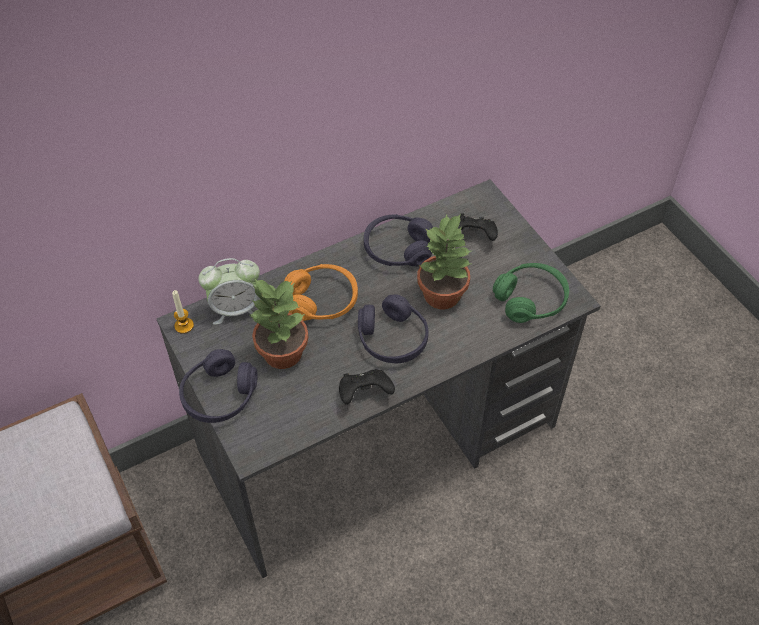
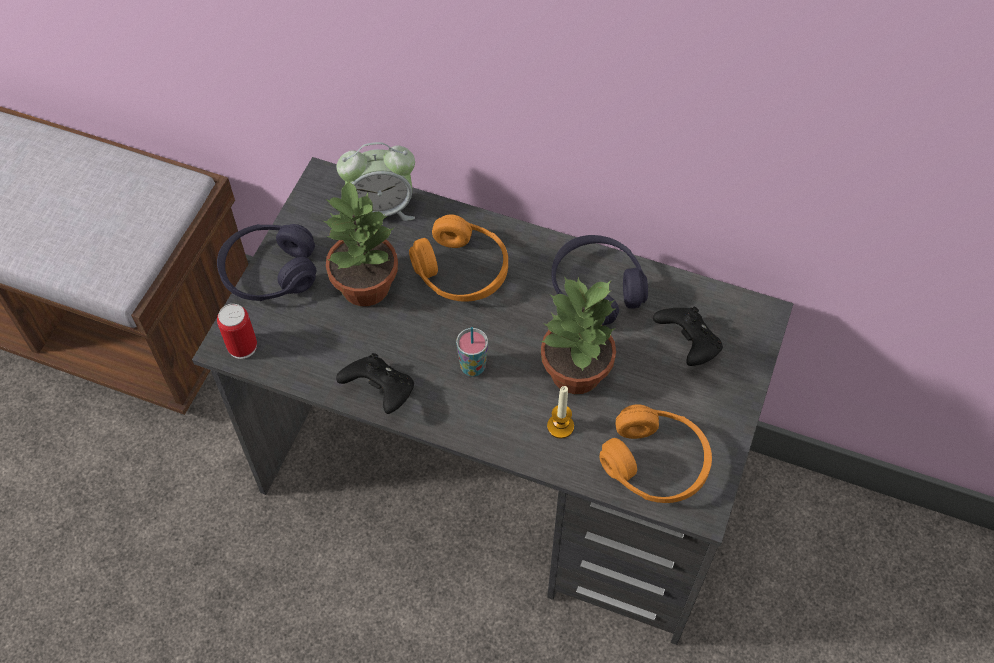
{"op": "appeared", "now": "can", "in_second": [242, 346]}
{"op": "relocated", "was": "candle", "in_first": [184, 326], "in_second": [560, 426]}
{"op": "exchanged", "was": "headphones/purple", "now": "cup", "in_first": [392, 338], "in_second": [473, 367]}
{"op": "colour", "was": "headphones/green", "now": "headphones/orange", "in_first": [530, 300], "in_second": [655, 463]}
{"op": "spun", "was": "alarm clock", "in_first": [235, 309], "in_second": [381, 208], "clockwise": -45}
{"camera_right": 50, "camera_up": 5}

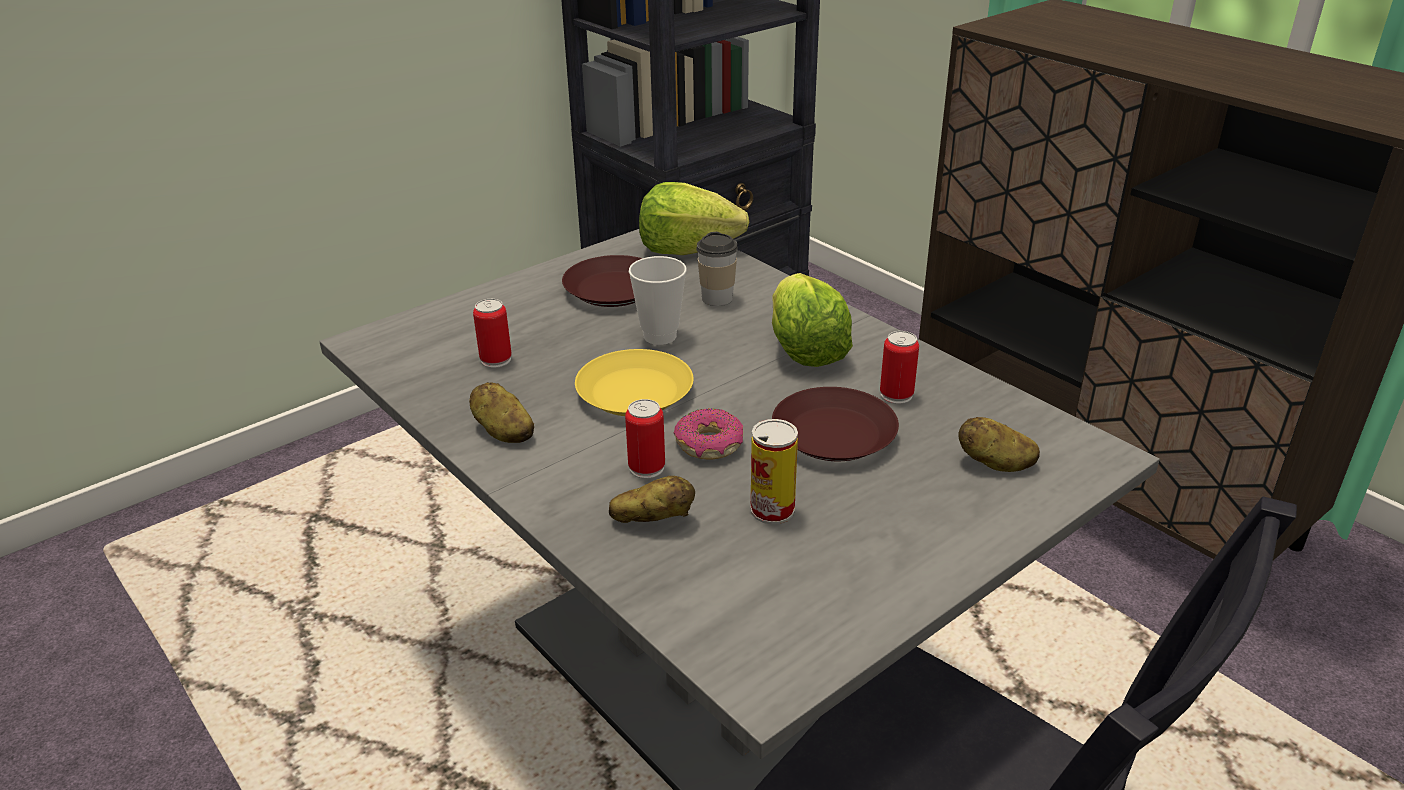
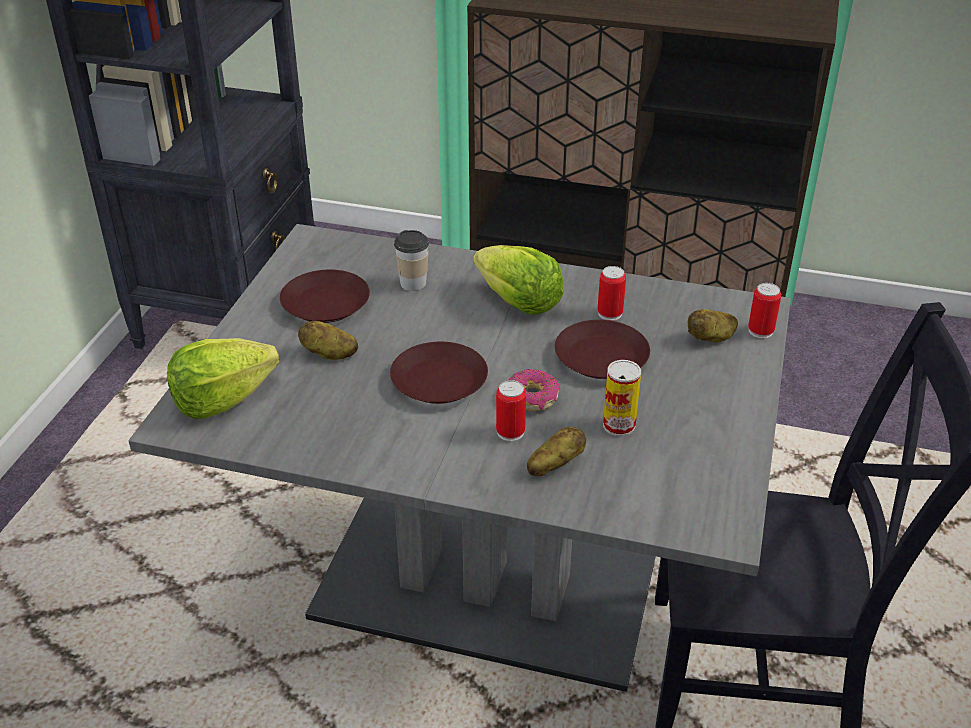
{"op": "missing", "was": "cup", "in_first": [660, 336]}
{"op": "relocated", "was": "potato", "in_first": [503, 431], "in_second": [329, 354]}
{"op": "relocated", "was": "can", "in_first": [496, 360], "in_second": [760, 331]}
{"op": "relocated", "was": "lettuce", "in_first": [687, 249], "in_second": [222, 400]}
{"op": "colour", "was": "plate/yellow", "now": "plate/brown", "in_first": [636, 393], "in_second": [440, 381]}
{"camera_right": -35, "camera_up": 5}

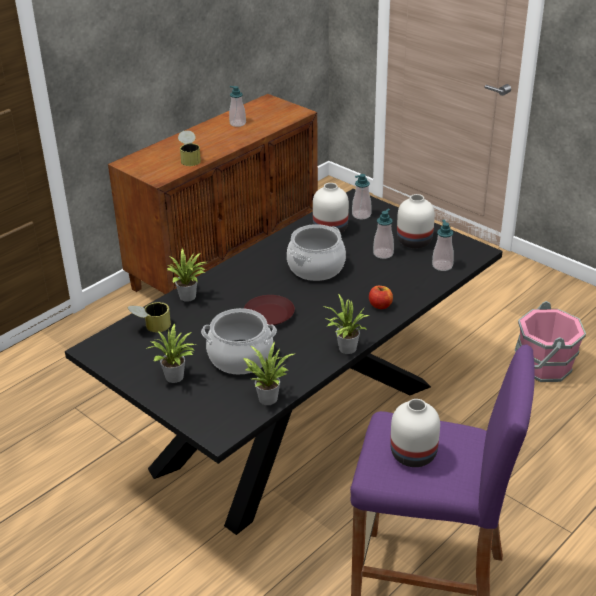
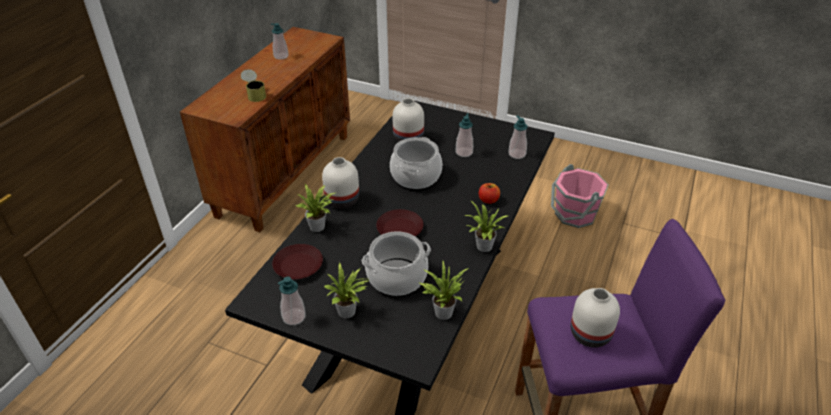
{"op": "relocated", "was": "soap dispenser", "in_first": [361, 215], "in_second": [294, 317]}
{"op": "relocated", "was": "vase/white", "in_first": [414, 241], "in_second": [342, 200]}
{"op": "exchanged", "was": "can", "now": "plate/brown", "in_first": [151, 327], "in_second": [298, 265]}
{"camera_right": -20, "camera_up": 5}

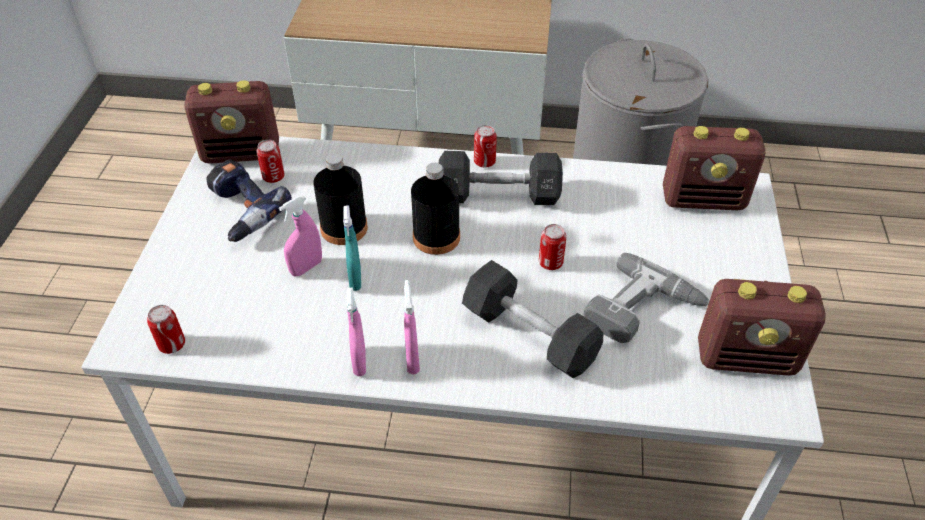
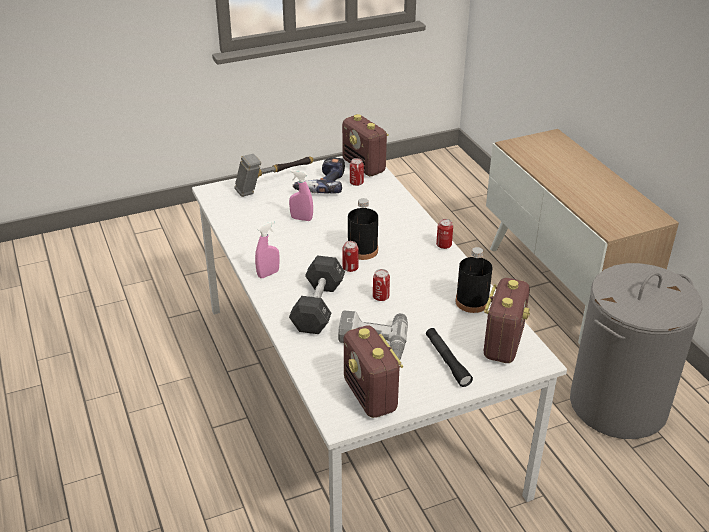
{"op": "missing", "was": "spray bottle/turquoise", "in_first": [355, 279]}
{"op": "missing", "was": "spray bottle/pink", "in_first": [359, 362]}
{"op": "missing", "was": "dumbbell/black", "in_first": [499, 195]}
{"op": "appeared", "now": "hammer", "in_second": [274, 184]}
{"op": "appeared", "now": "flashlight/black", "in_second": [447, 361]}
{"op": "relocated", "was": "can", "in_first": [172, 344], "in_second": [350, 268]}
{"op": "relocated", "was": "bottle/black", "in_first": [344, 228], "in_second": [472, 302]}
{"op": "spun", "was": "radio", "in_first": [704, 200], "in_second": [503, 344], "clockwise": -135}
{"camera_right": 60, "camera_up": -10}

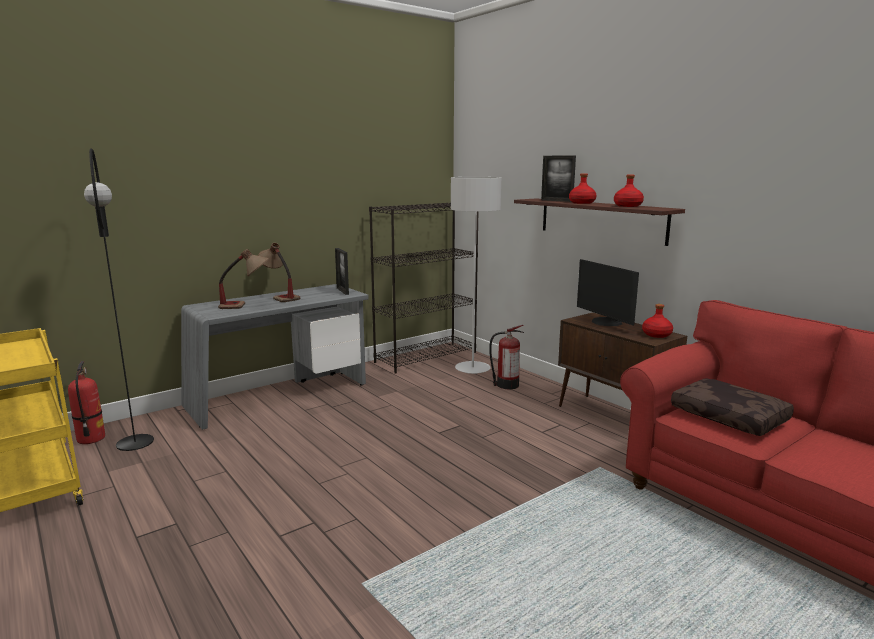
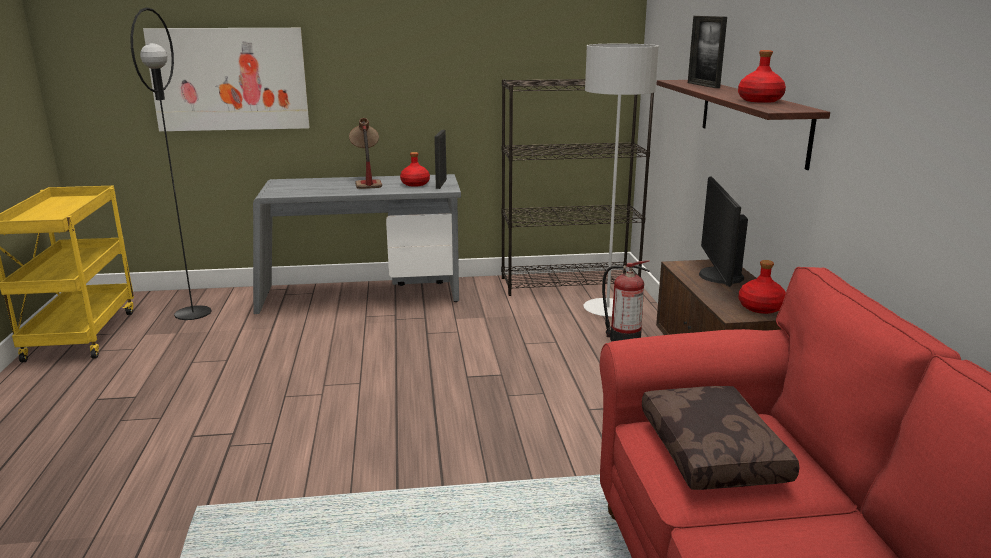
{"op": "missing", "was": "fire extinguisher", "in_first": [91, 439]}
{"op": "missing", "was": "table lamp", "in_first": [246, 305]}
{"op": "appeared", "now": "picture", "in_second": [230, 79]}
{"op": "relocated", "was": "bottle/red", "in_first": [582, 203], "in_second": [415, 184]}
{"camera_right": 30, "camera_up": 5}

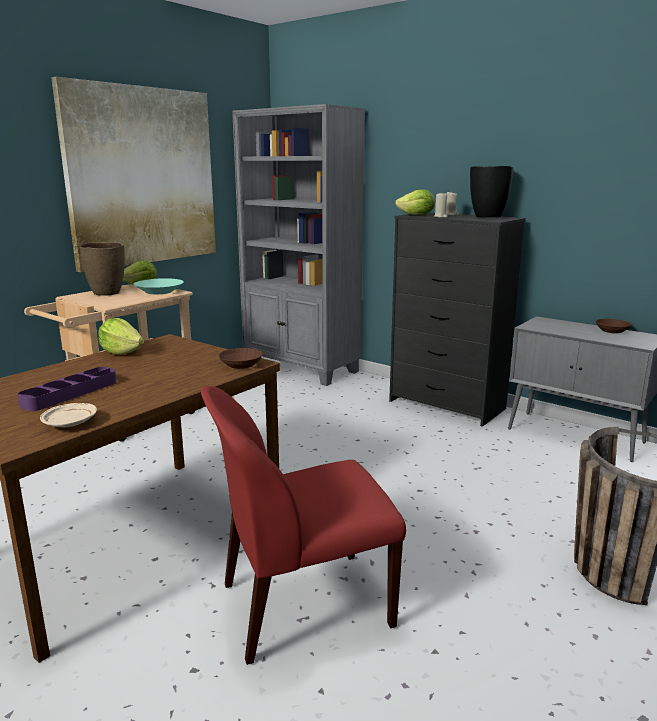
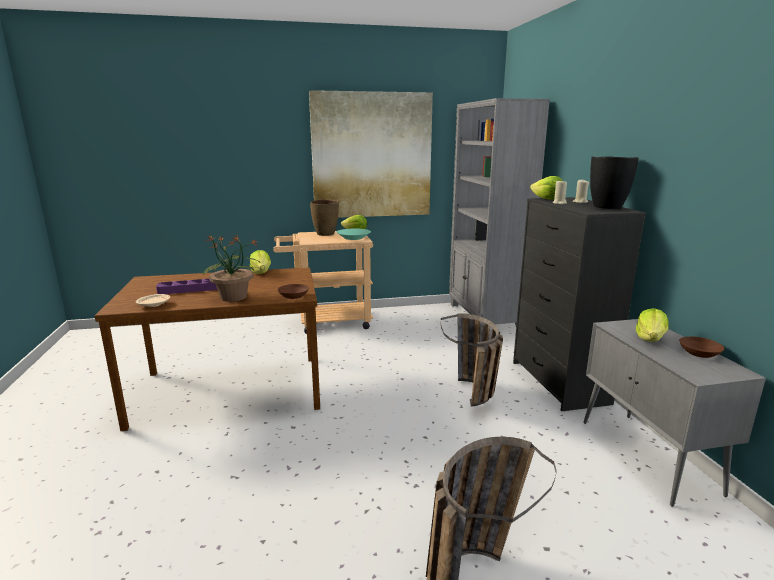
{"op": "missing", "was": "chair/red", "in_first": [301, 605]}
{"op": "appeared", "now": "potted plant", "in_second": [234, 297]}
{"op": "appeared", "now": "basket", "in_second": [475, 398]}
{"op": "appeared", "now": "lettuce", "in_second": [650, 339]}
{"camera_right": 40, "camera_up": 0}

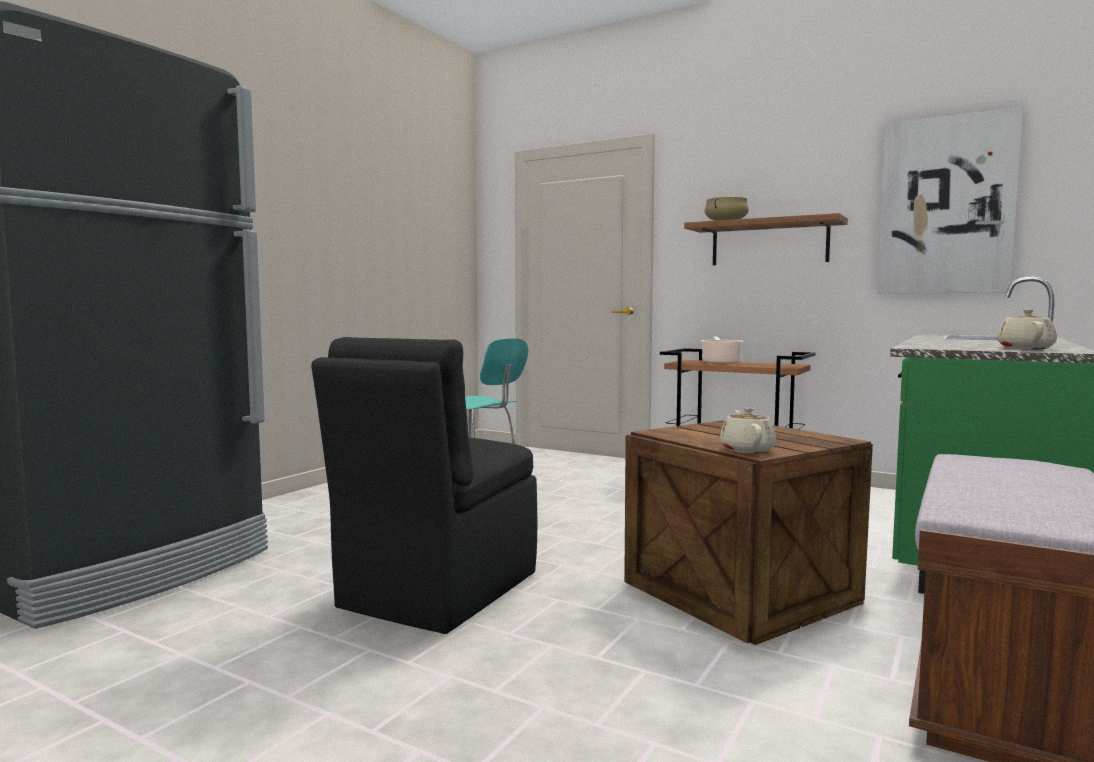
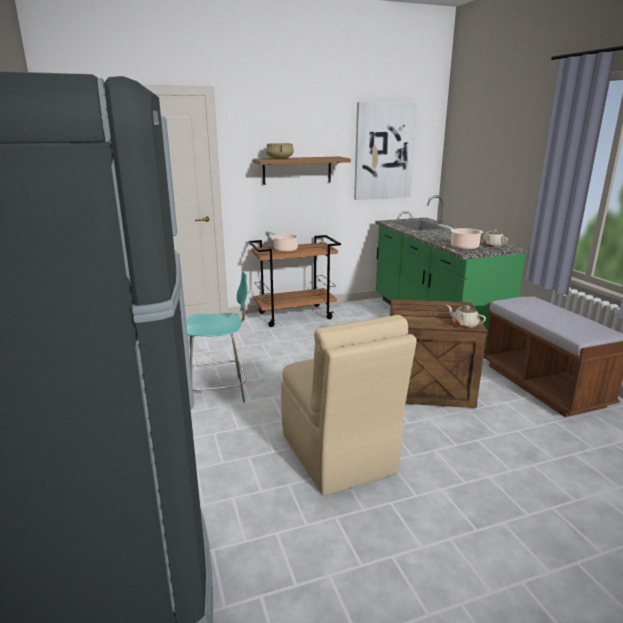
{"op": "appeared", "now": "cooking pot", "in_second": [462, 246]}
{"op": "colour", "was": "chair/black", "now": "chair/beige", "in_first": [436, 591], "in_second": [338, 455]}
{"camera_right": -50, "camera_up": 15}

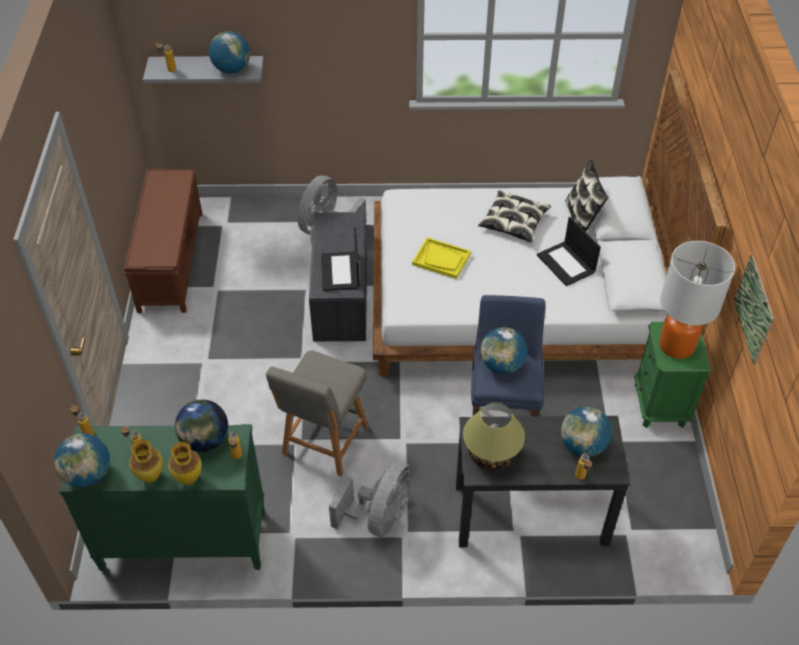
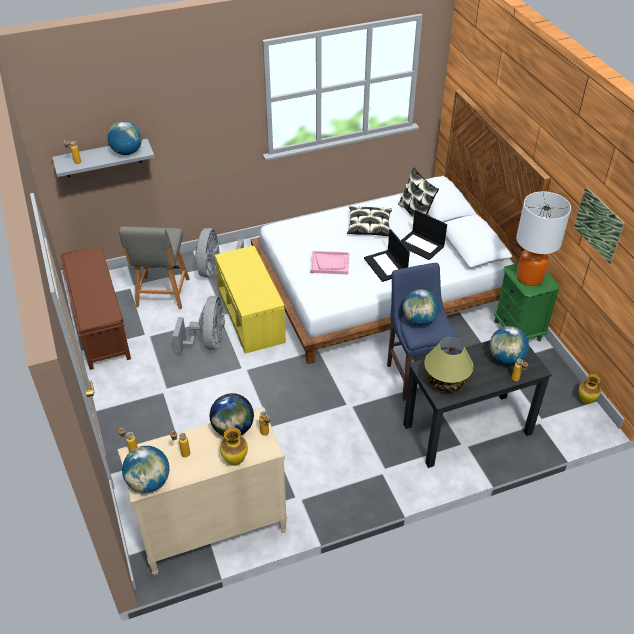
{"op": "relocated", "was": "vase", "in_first": [151, 477], "in_second": [586, 401]}
{"op": "relocated", "was": "chair/grey", "in_first": [324, 443], "in_second": [162, 294]}
{"op": "relocated", "was": "laptop", "in_first": [341, 272], "in_second": [386, 266]}
{"op": "relocated", "was": "fan/grey", "in_first": [379, 517], "in_second": [207, 342]}
{"op": "colour", "was": "dresser/green", "now": "dresser/beige", "in_first": [183, 541], "in_second": [213, 530]}
{"op": "colour", "was": "bench/grey", "now": "bench/yellow", "in_first": [342, 298], "in_second": [252, 317]}
{"op": "colour", "was": "tray/yellow", "now": "tray/pink", "in_first": [441, 259], "in_second": [330, 263]}
{"camera_right": -20, "camera_up": -5}

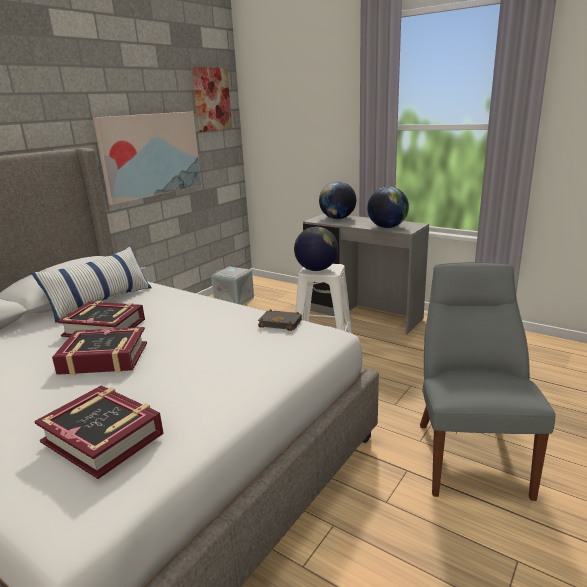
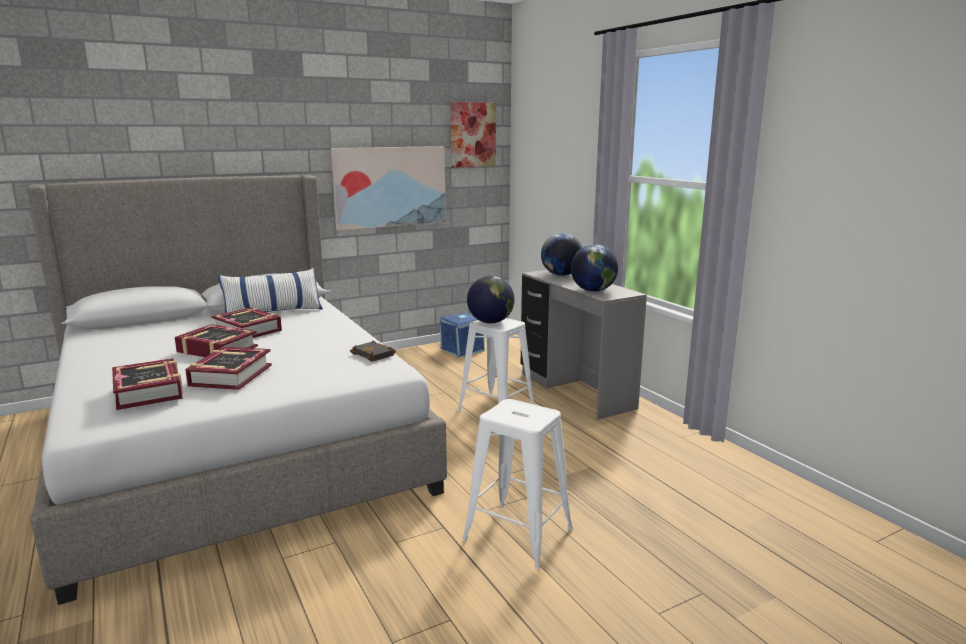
{"op": "appeared", "now": "book", "in_second": [230, 375]}
{"op": "exchanged", "was": "chair/grey", "now": "stool/white", "in_first": [469, 454], "in_second": [517, 534]}
{"op": "colour", "was": "storage box/grey", "now": "storage box/blue", "in_first": [235, 299], "in_second": [463, 349]}
{"camera_right": 25, "camera_up": -5}

